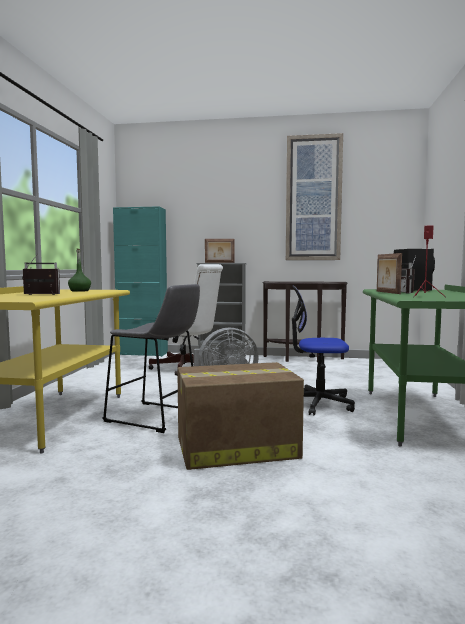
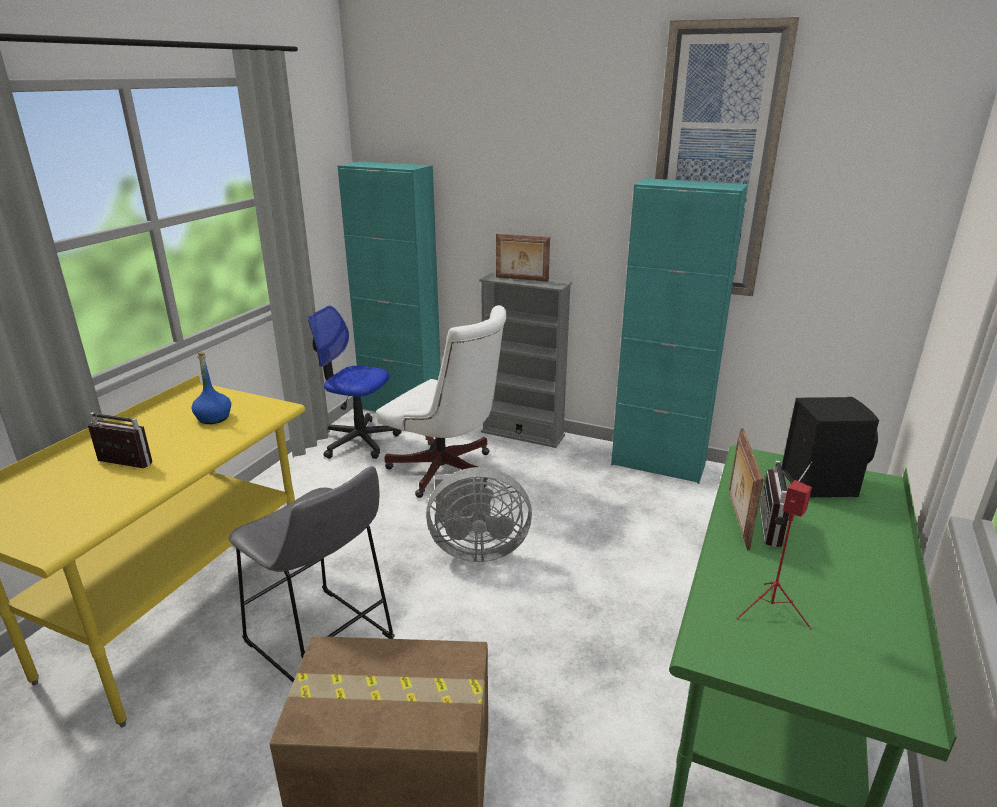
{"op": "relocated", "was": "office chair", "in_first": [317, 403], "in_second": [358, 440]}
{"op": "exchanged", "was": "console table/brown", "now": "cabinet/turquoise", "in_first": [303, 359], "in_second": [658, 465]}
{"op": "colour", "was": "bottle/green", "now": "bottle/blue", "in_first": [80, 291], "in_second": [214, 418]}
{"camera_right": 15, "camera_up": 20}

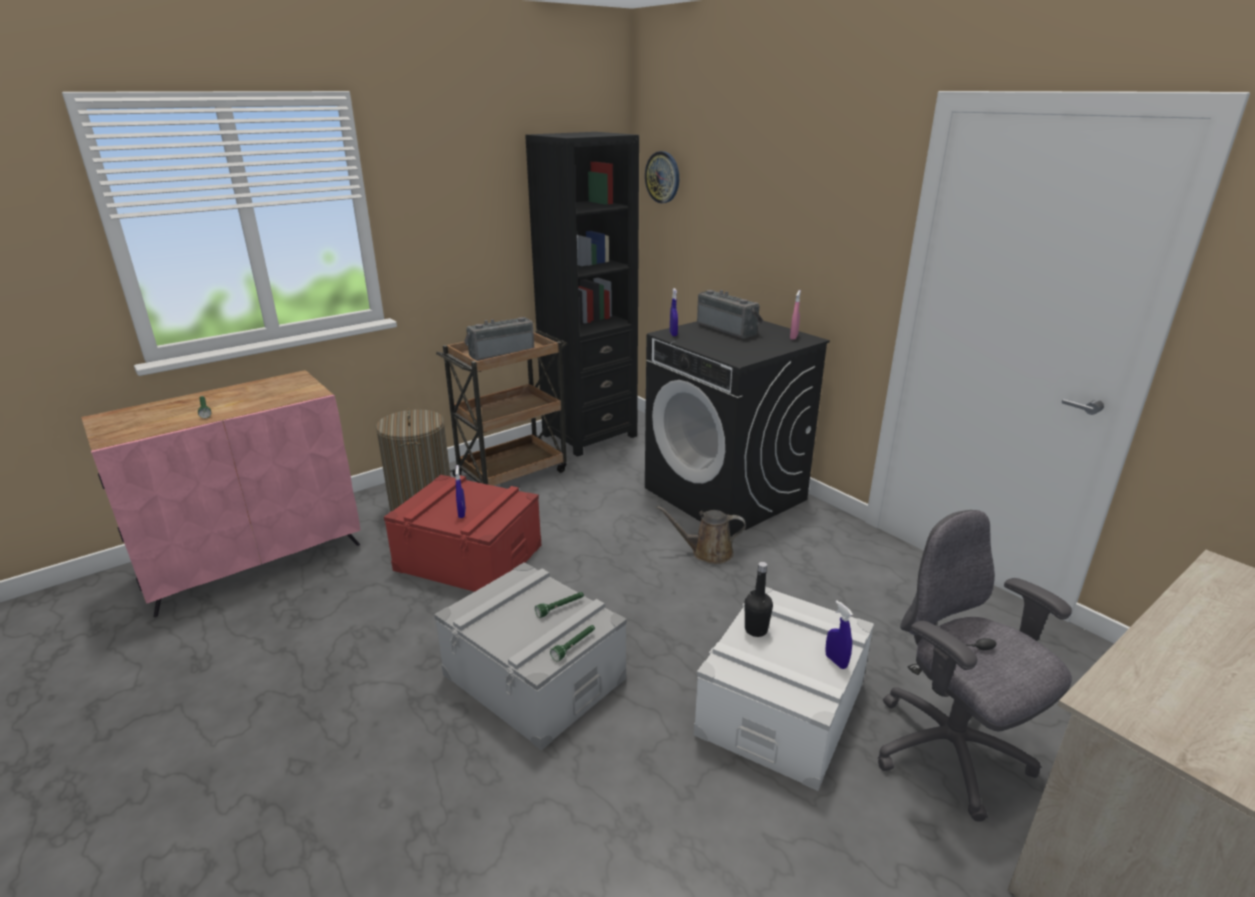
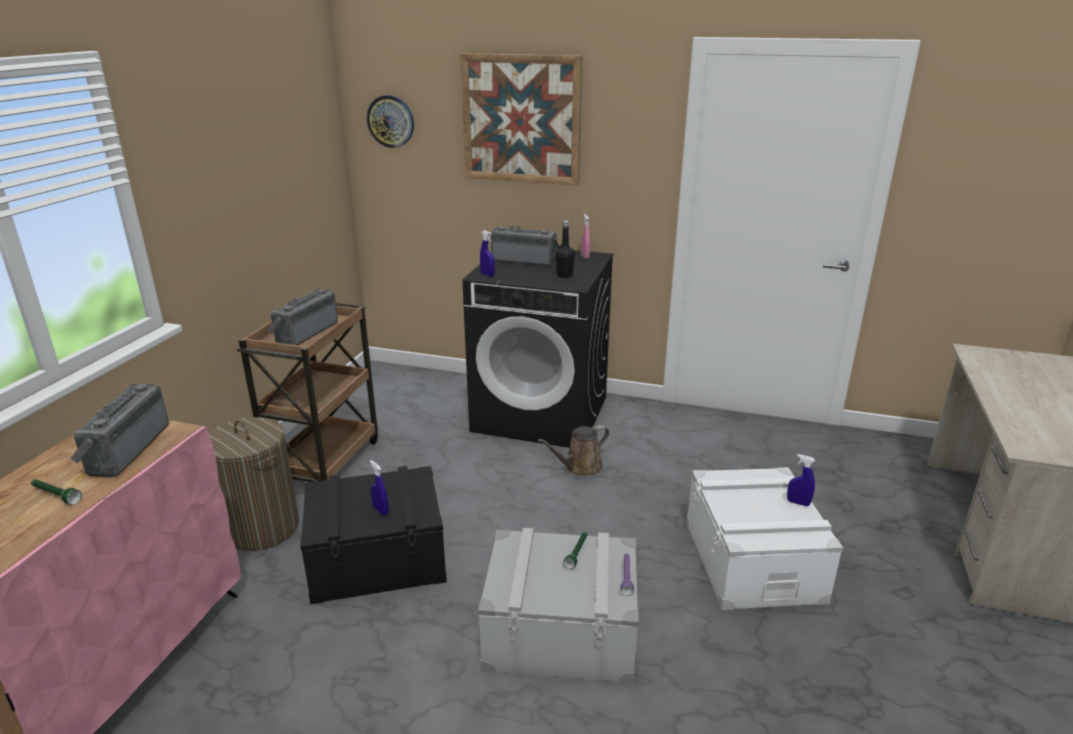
{"op": "missing", "was": "bookcase/black", "in_first": [589, 435]}
{"op": "missing", "was": "office chair/grey", "in_first": [950, 754]}
{"op": "appeared", "now": "radio", "in_second": [125, 449]}
{"op": "appeared", "now": "picture", "in_second": [521, 119]}
{"op": "relocated", "was": "bottle/black", "in_first": [756, 630], "in_second": [564, 275]}
{"op": "colour", "was": "storage box/red", "now": "storage box/black", "in_first": [469, 557], "in_second": [377, 557]}
{"op": "colour", "was": "flashlight/green", "now": "flashlight/purple", "in_first": [574, 646], "in_second": [626, 577]}
{"camera_right": -35, "camera_up": 0}

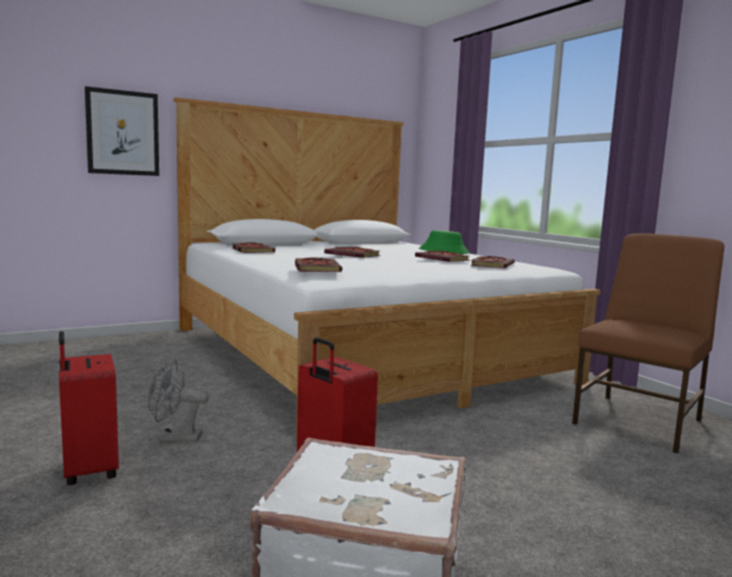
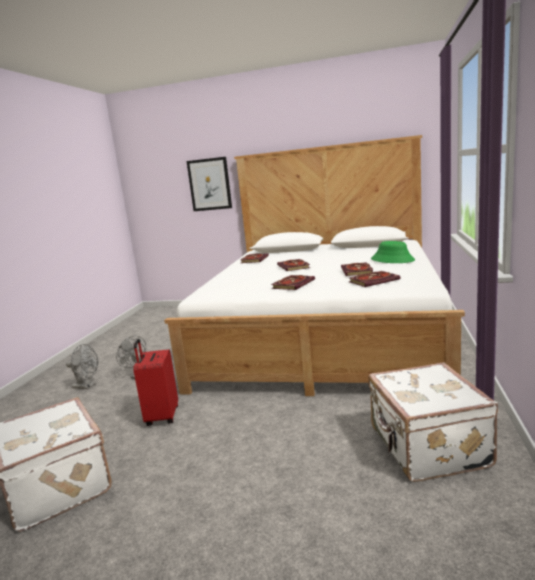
{"op": "relocated", "was": "book", "in_first": [316, 268], "in_second": [293, 284]}
{"op": "exchanged", "was": "suitcase/red", "now": "fan/grey", "in_first": [88, 471], "in_second": [87, 386]}
{"op": "exchanged", "was": "chair/brown", "now": "suitcase/white", "in_first": [639, 421], "in_second": [426, 448]}
{"camera_right": 45, "camera_up": 5}

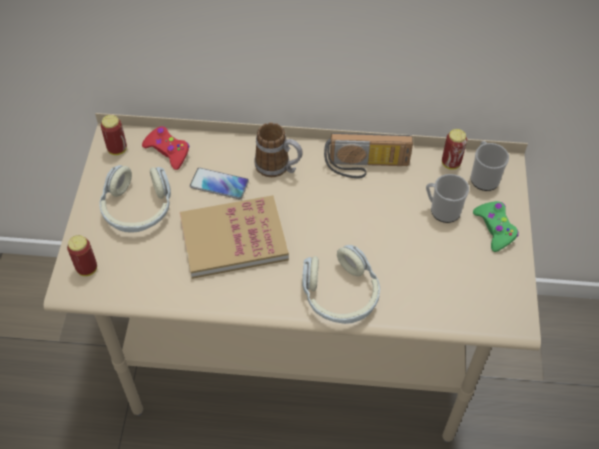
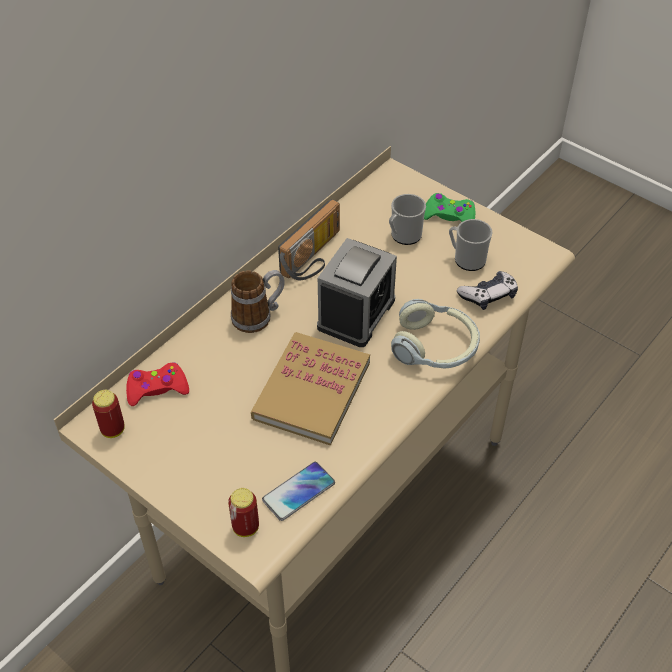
{"op": "missing", "was": "headphones", "in_first": [137, 209]}
{"op": "missing", "was": "can", "in_first": [450, 163]}
{"op": "appeared", "now": "alarm clock", "in_second": [356, 313]}
{"op": "appeared", "now": "game controller", "in_second": [488, 295]}
{"op": "relocated", "was": "phone", "in_first": [219, 184], "in_second": [298, 492]}
{"op": "relocated", "was": "mug", "in_first": [483, 176], "in_second": [466, 259]}
{"camera_right": -55, "camera_up": -5}

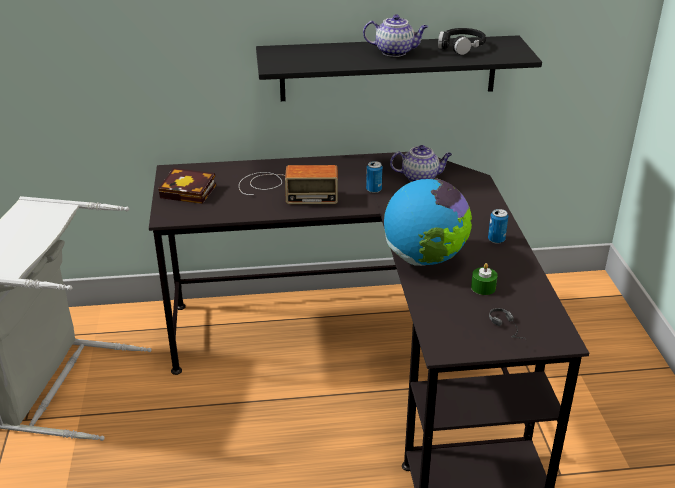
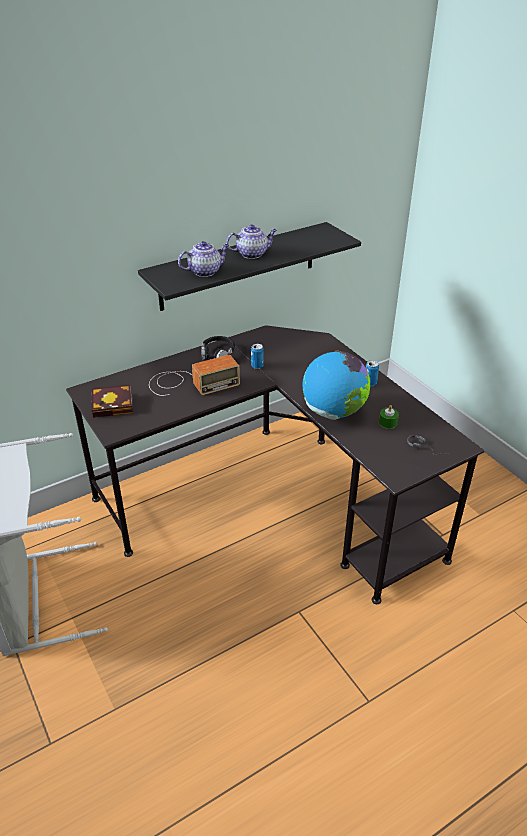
{"op": "relocated", "was": "teapot", "in_first": [420, 177], "in_second": [205, 271]}
{"op": "relocated", "was": "headphones/black", "in_first": [461, 47], "in_second": [217, 353]}
{"camera_right": -25, "camera_up": 5}

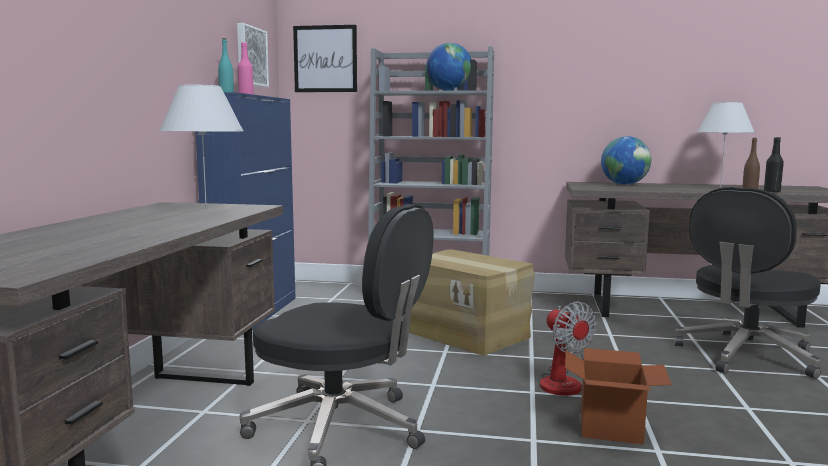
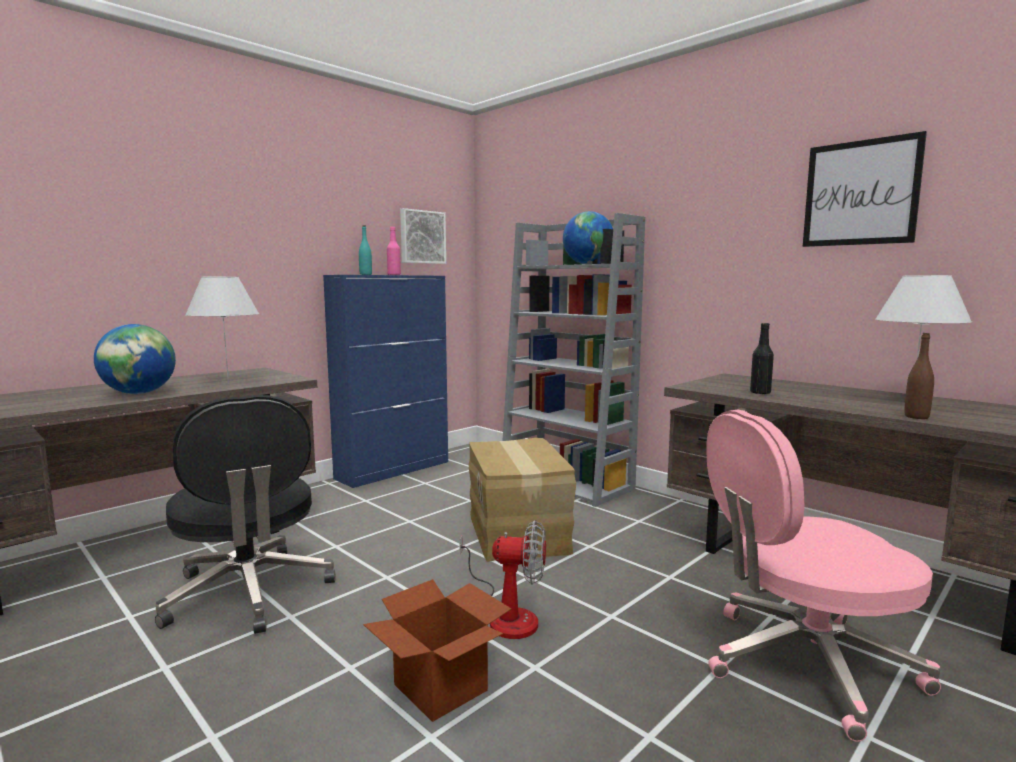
{"op": "relocated", "was": "picture", "in_first": [325, 59], "in_second": [860, 193]}
{"op": "relocated", "was": "globe", "in_first": [624, 184], "in_second": [139, 393]}
{"op": "relocated", "was": "bottle/black", "in_first": [772, 192], "in_second": [760, 393]}
{"op": "colour", "was": "office chair/black", "now": "office chair/pink", "in_first": [745, 356], "in_second": [805, 664]}
{"op": "spun", "was": "fan", "in_first": [564, 381], "in_second": [504, 615], "clockwise": -90}
{"camera_right": 35, "camera_up": 0}

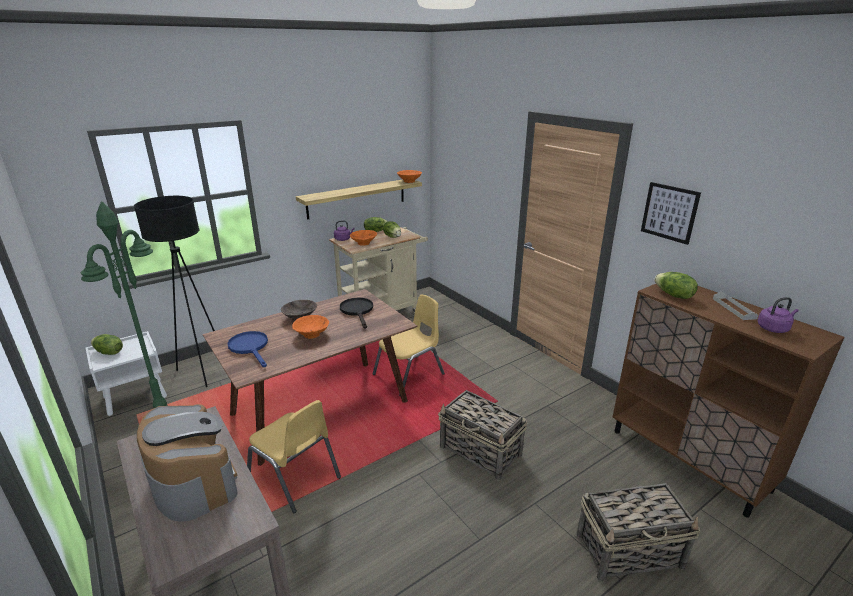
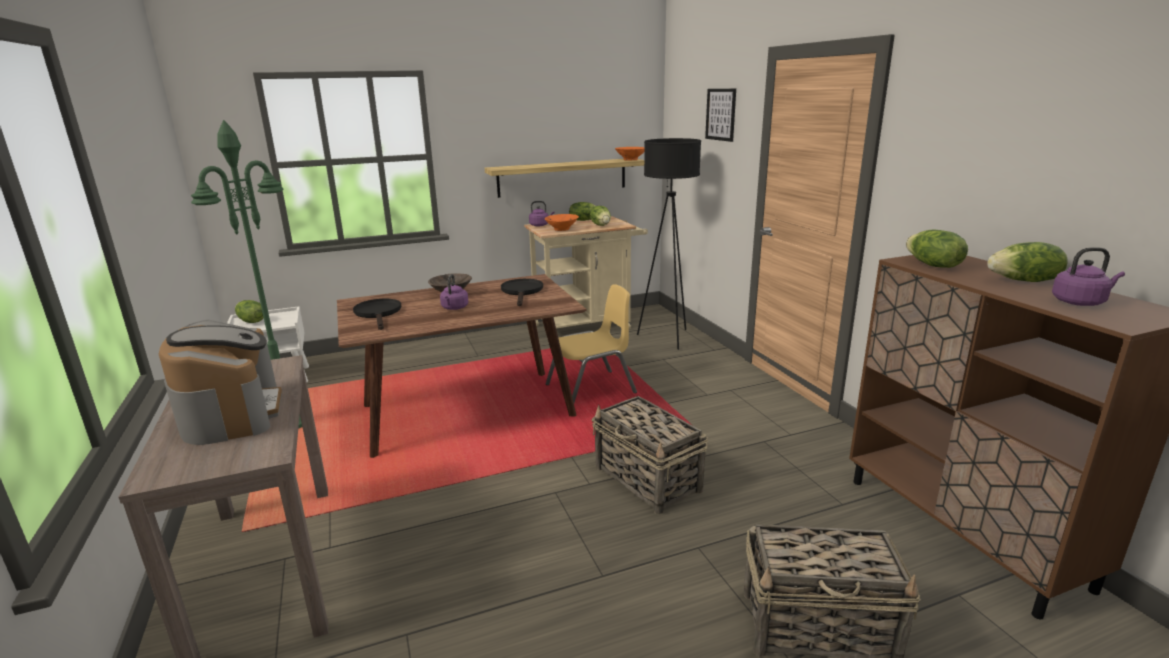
{"op": "missing", "was": "chair/yellow", "in_first": [294, 477]}
{"op": "relocated", "was": "floor lamp/black", "in_first": [203, 372], "in_second": [667, 338]}
{"op": "relocated", "was": "picture", "in_first": [669, 212], "in_second": [720, 114]}
{"op": "exchanged", "was": "bowl/orange", "now": "kettle/purple", "in_first": [312, 335], "in_second": [454, 308]}
{"op": "exchanged", "was": "tray/grey", "now": "lettuce", "in_first": [734, 308], "in_second": [1024, 281]}
{"op": "colour", "was": "frying pan/blue", "now": "frying pan/black", "in_first": [250, 347], "in_second": [378, 314]}
{"camera_right": 15, "camera_up": -5}

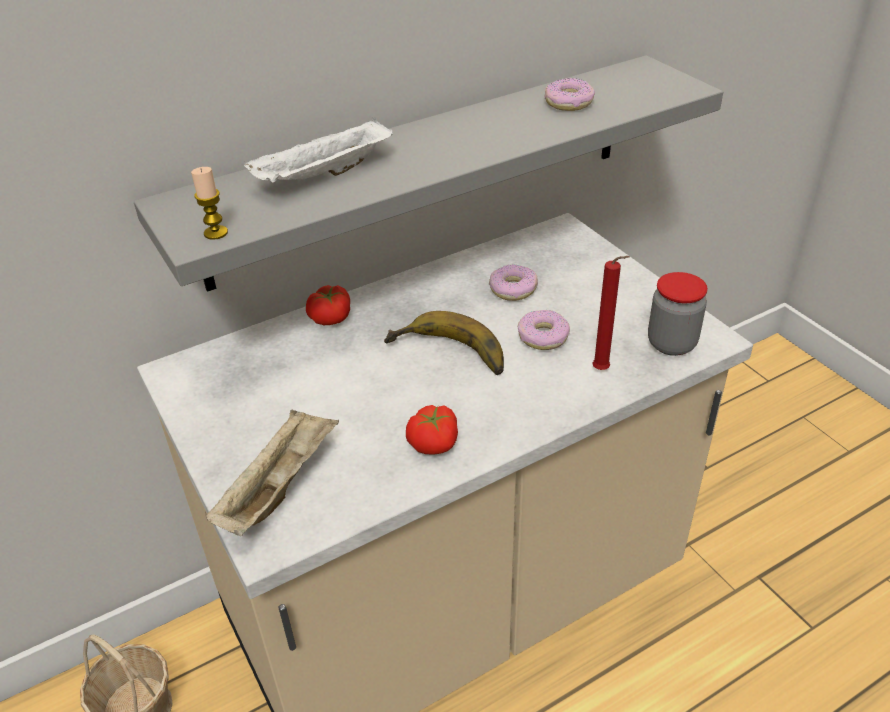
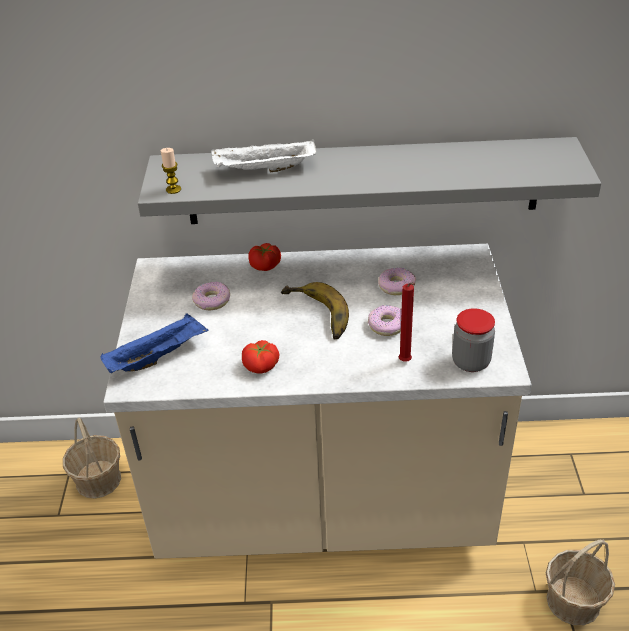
{"op": "appeared", "now": "basket", "in_second": [574, 601]}
{"op": "relocated", "was": "donut", "in_first": [569, 102], "in_second": [212, 301]}
{"op": "colour", "was": "tray/beige", "now": "tray/blue", "in_first": [279, 486], "in_second": [158, 356]}
{"camera_right": 30, "camera_up": 0}

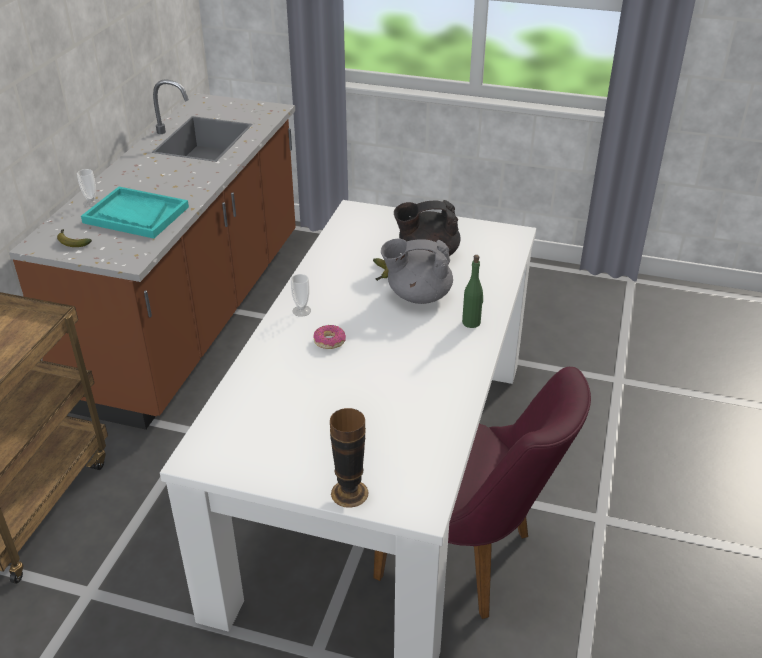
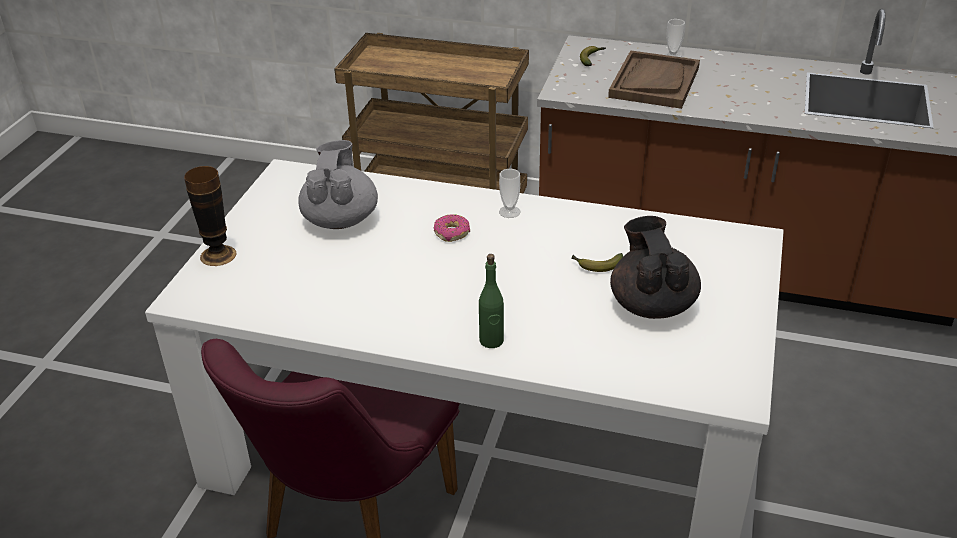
{"op": "relocated", "was": "teapot/grey", "in_first": [418, 295], "in_second": [340, 219]}
{"op": "colour", "was": "tray/turquoise", "now": "tray/brown", "in_first": [136, 215], "in_second": [654, 82]}
{"camera_right": 90, "camera_up": 0}

